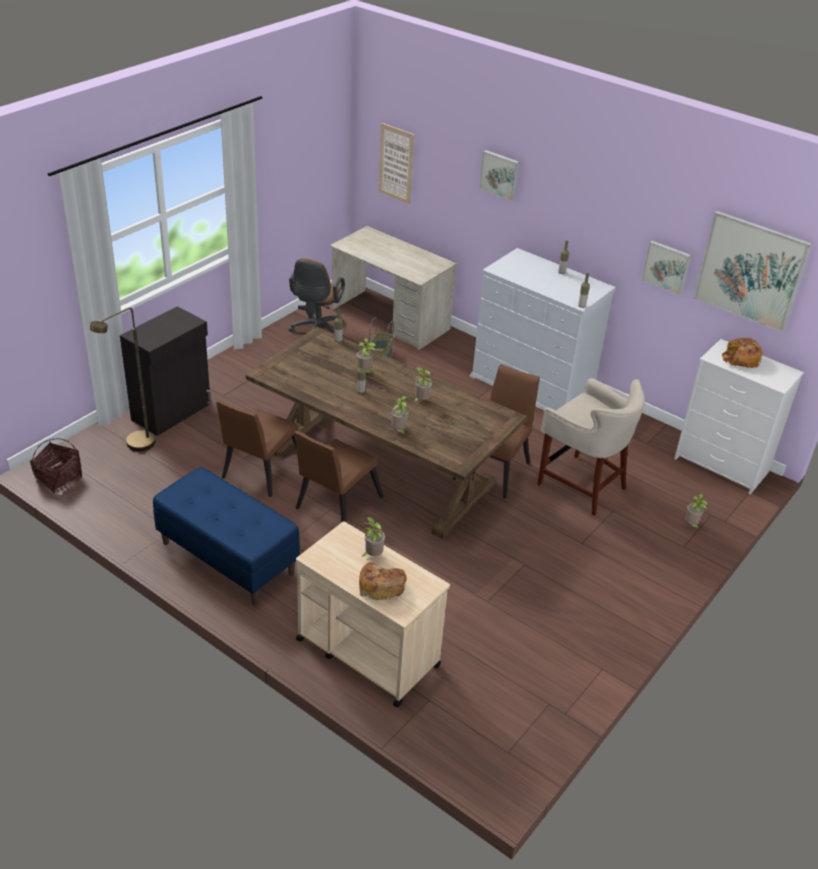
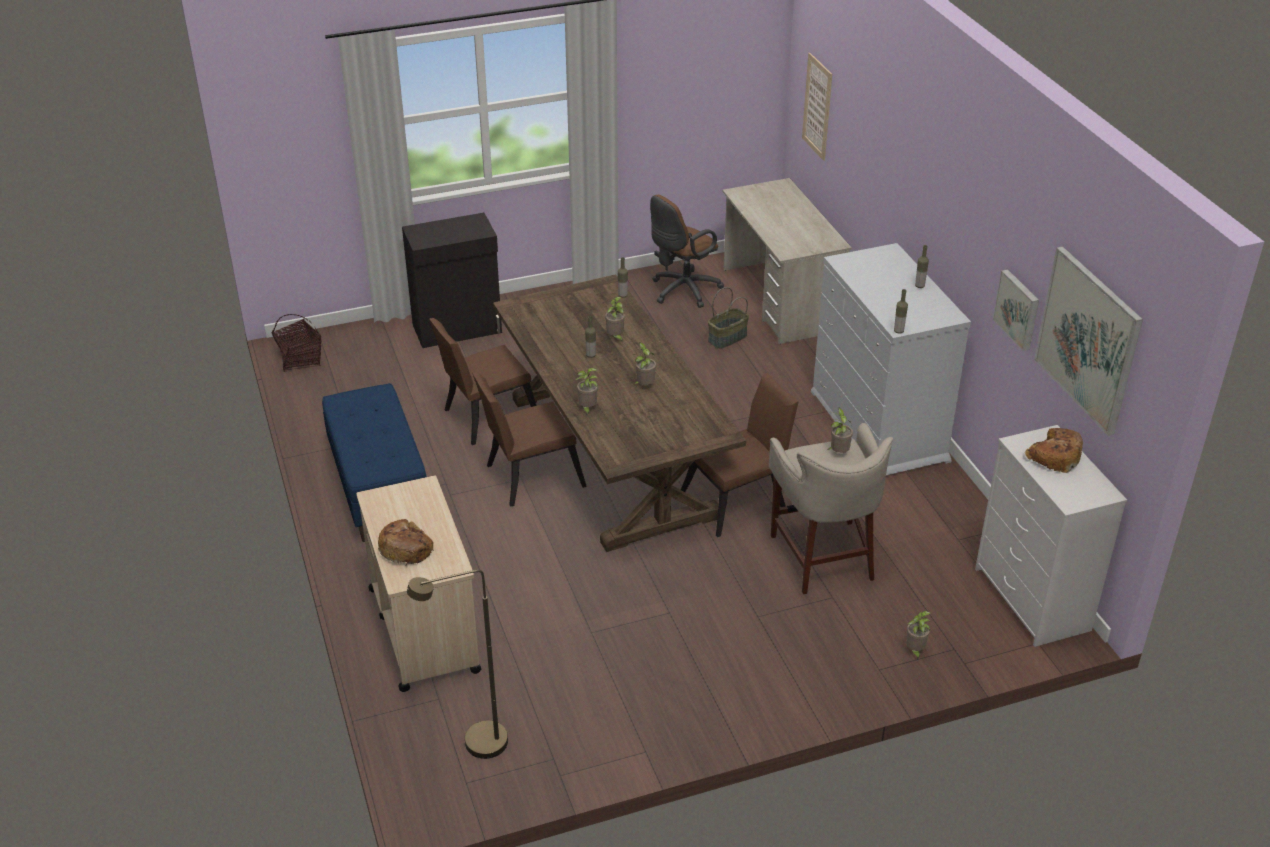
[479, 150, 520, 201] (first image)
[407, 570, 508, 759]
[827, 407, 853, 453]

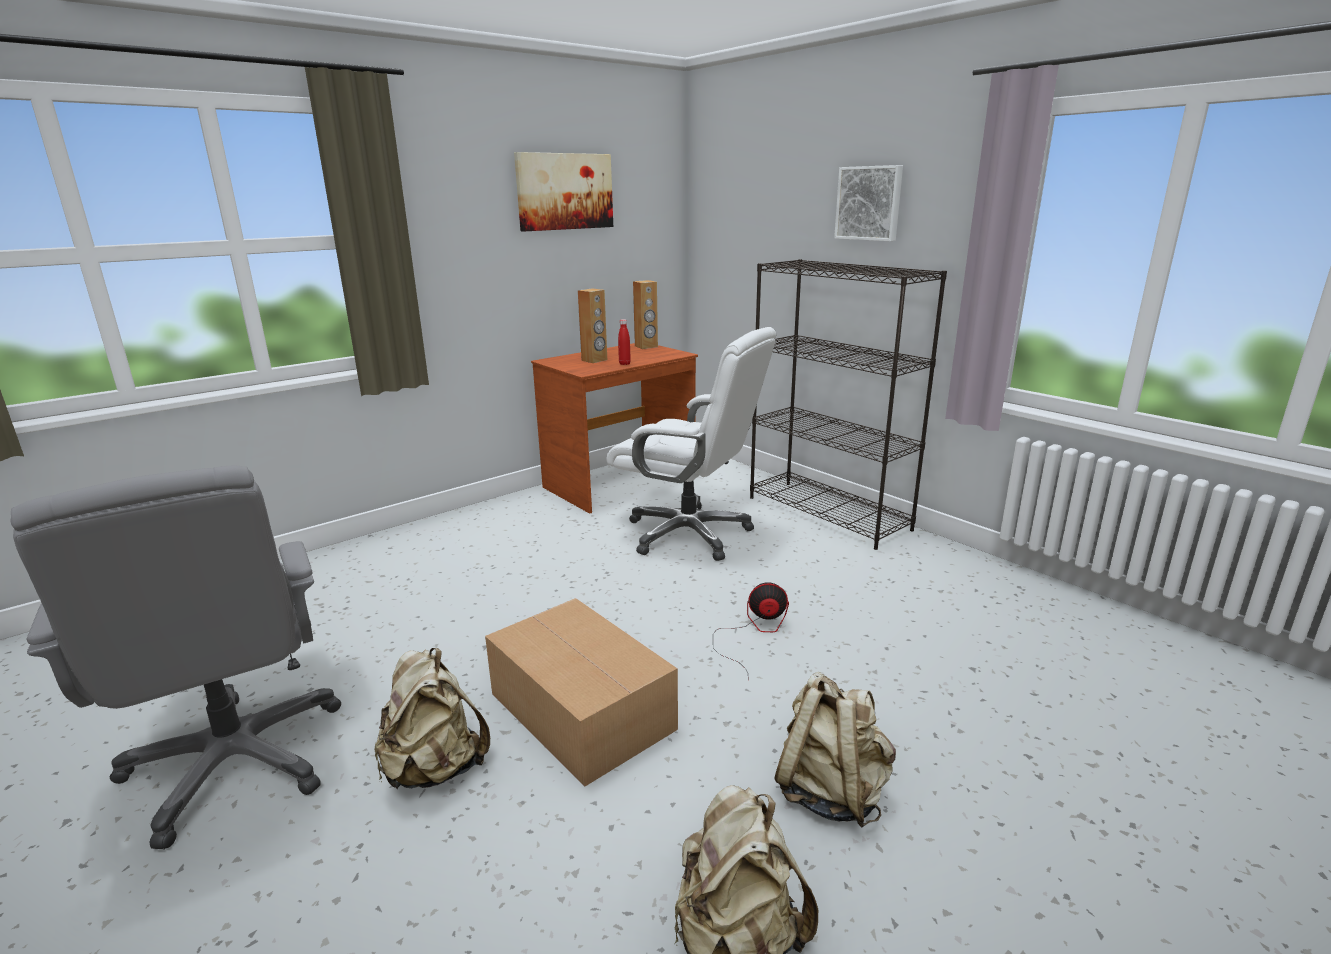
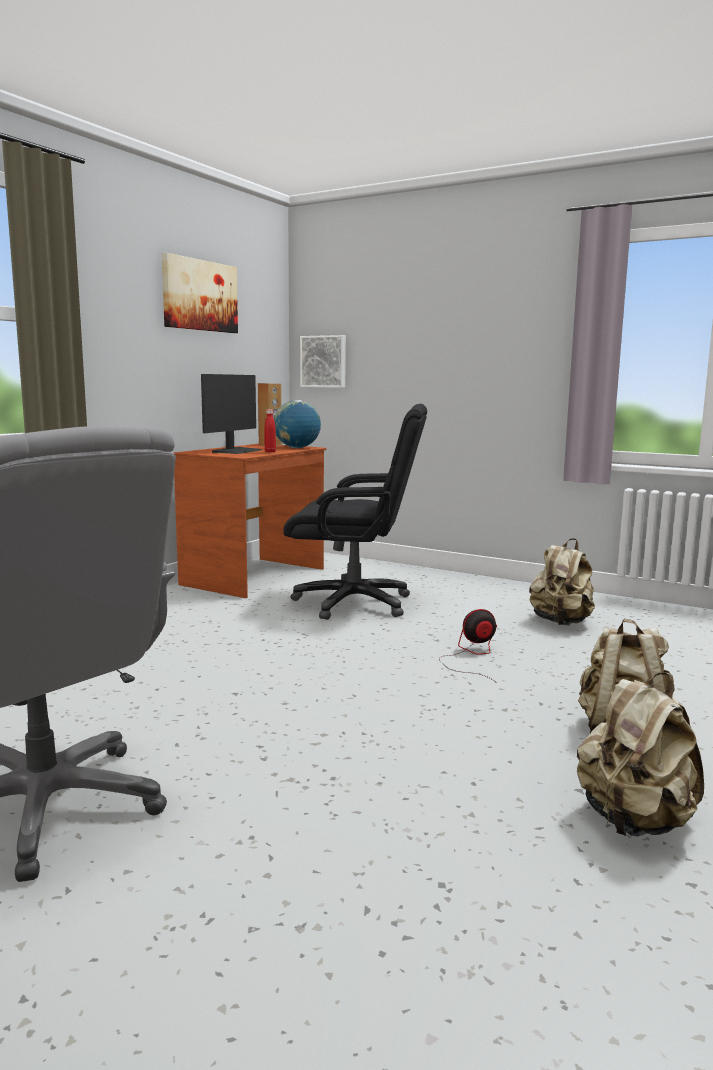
[485, 598, 678, 787] (first image)
[750, 259, 947, 550] (first image)
[274, 400, 321, 448]
[529, 538, 595, 625]
[300, 335, 346, 388]
[201, 374, 261, 454]
[283, 404, 427, 620]

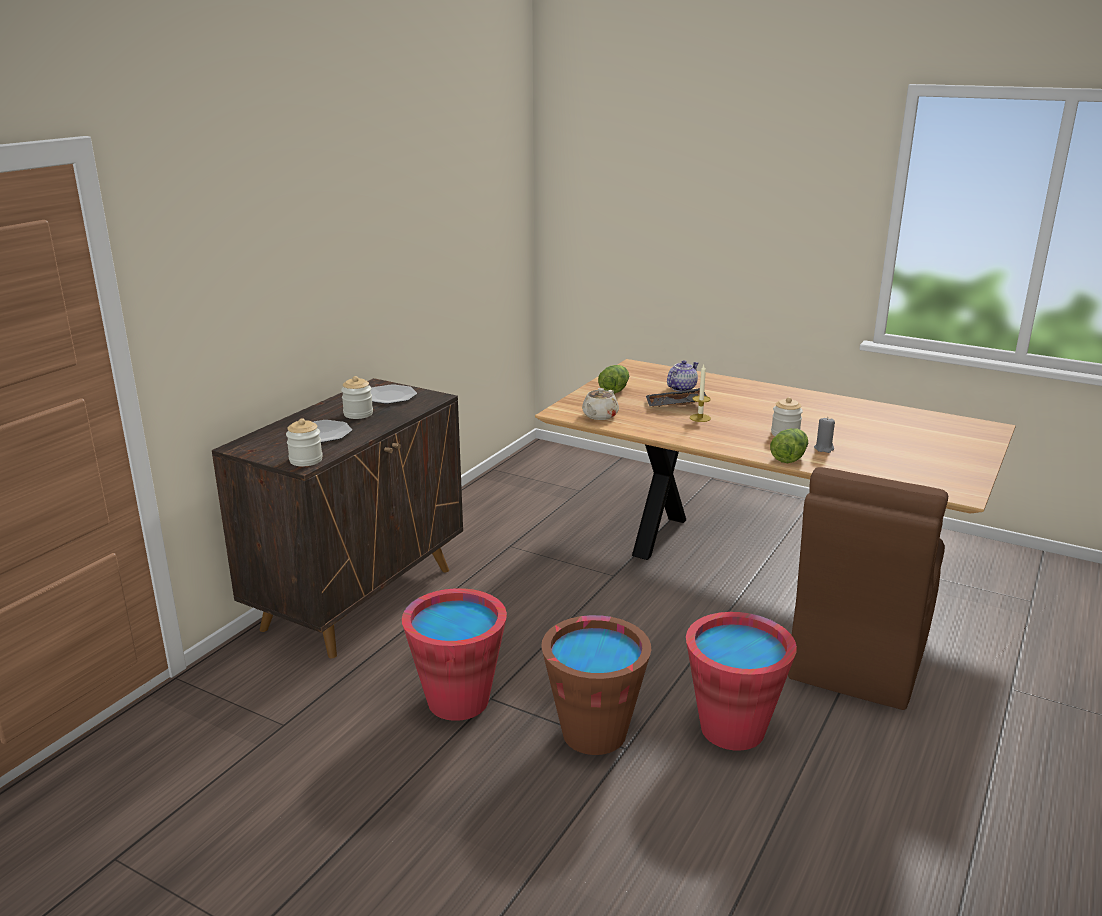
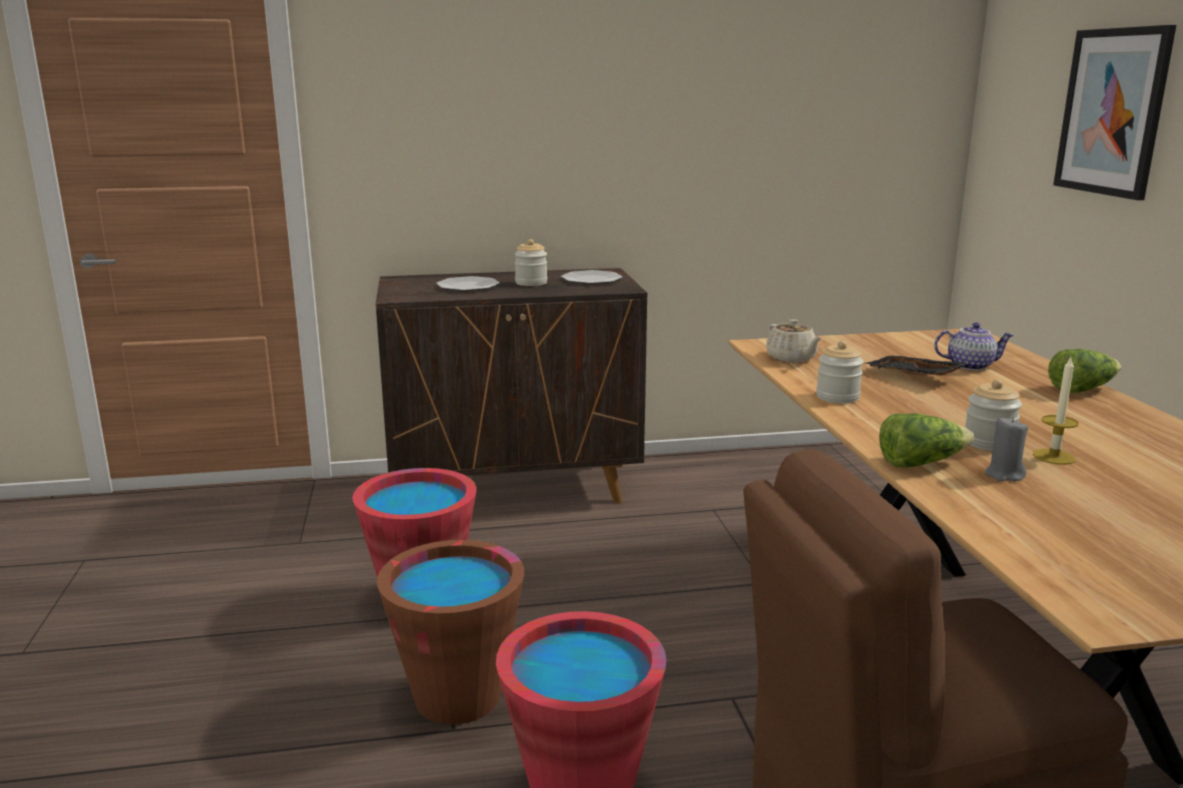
[1053, 25, 1176, 200]
[816, 341, 864, 404]
[1048, 349, 1121, 393]
[1033, 357, 1079, 465]
[766, 319, 822, 363]

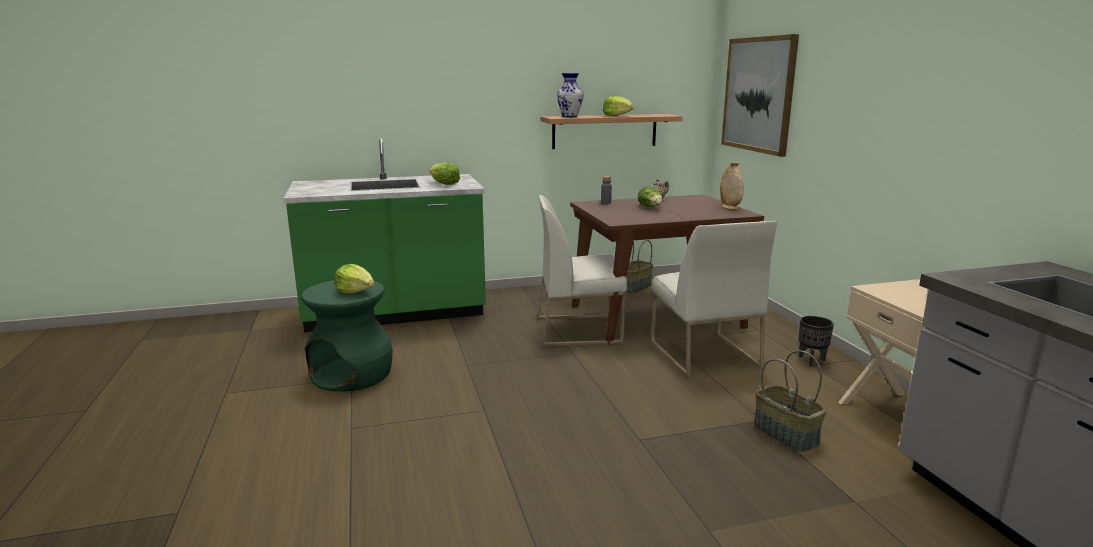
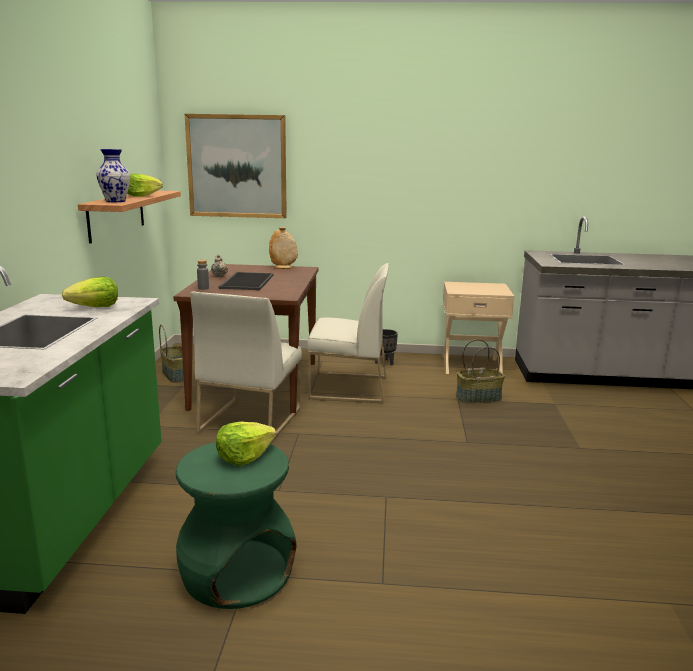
[219, 272, 274, 290]

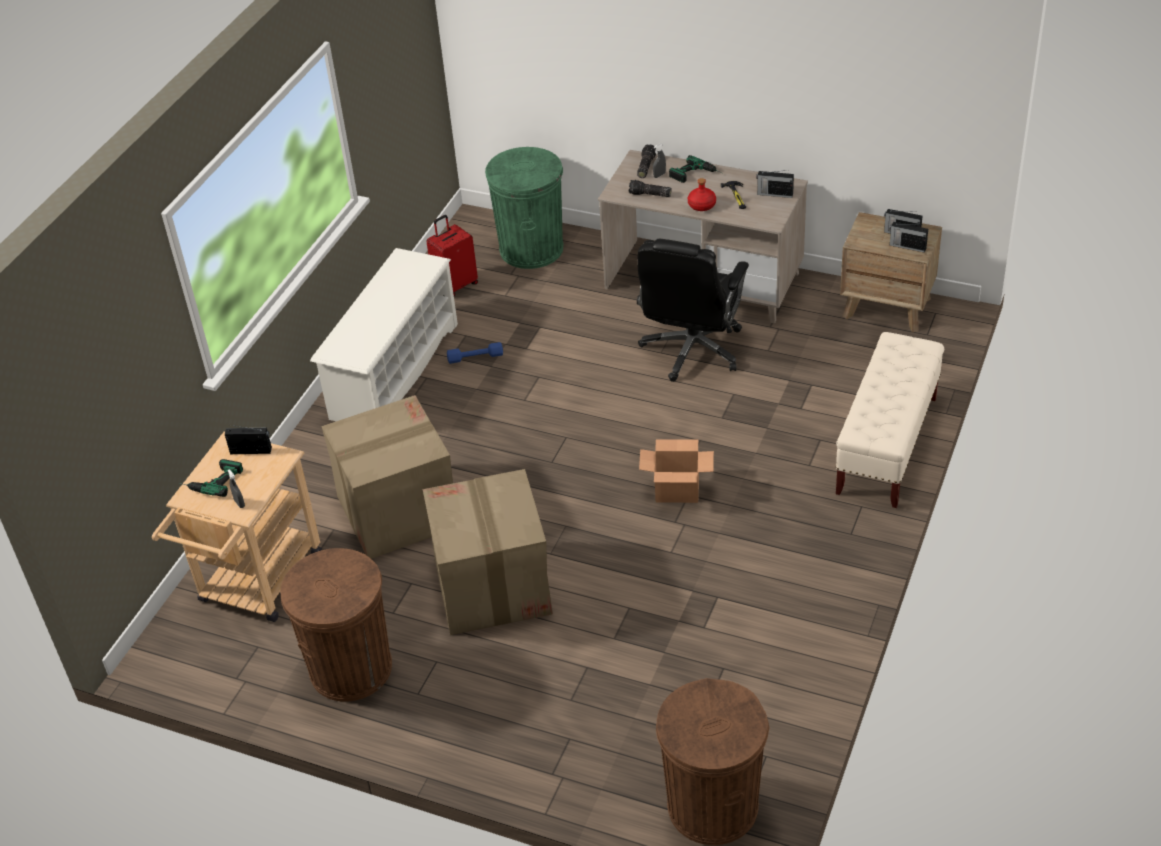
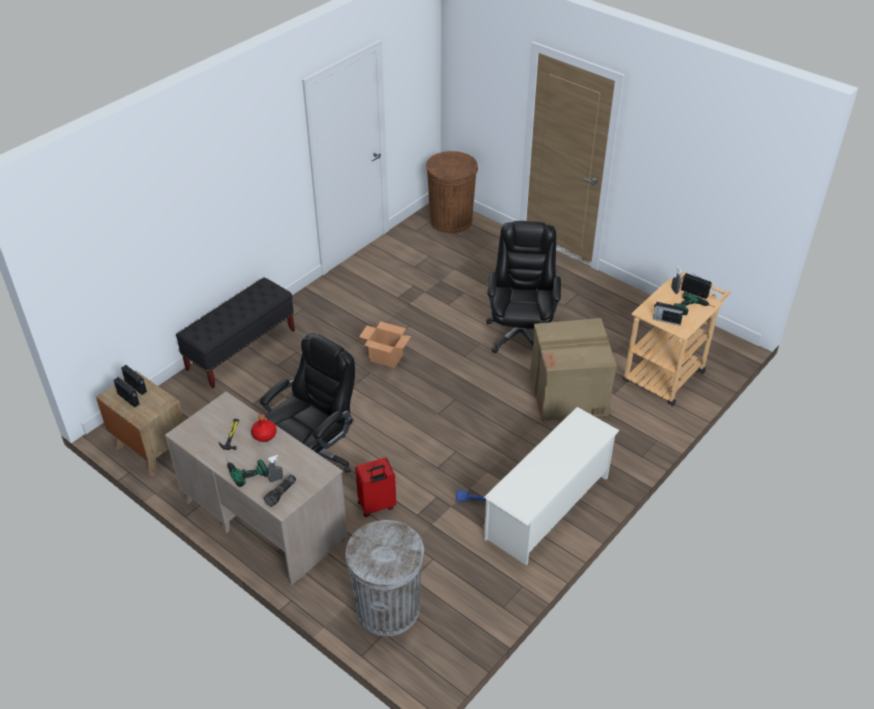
[280, 548, 392, 702] (first image)
[629, 180, 672, 197] (first image)
[355, 457, 396, 517]
[681, 271, 712, 299]
[486, 221, 561, 353]
[345, 520, 424, 636]
[176, 278, 295, 389]

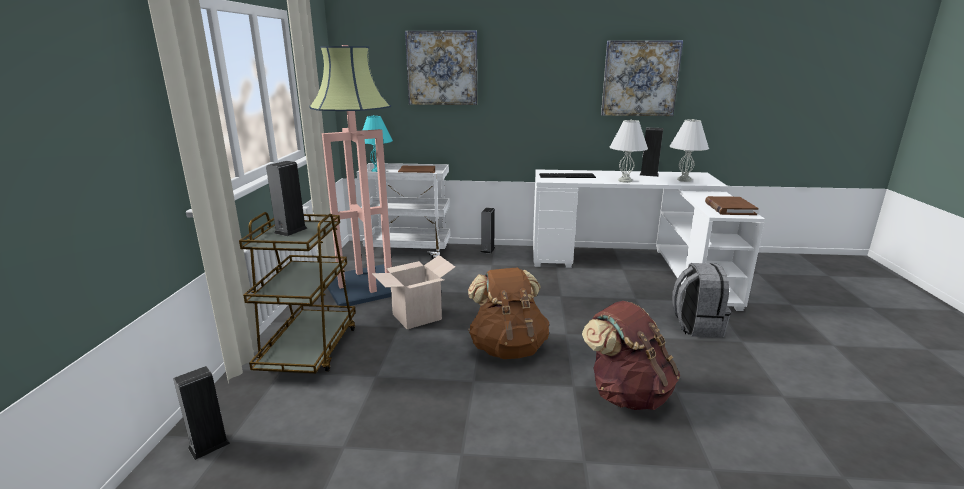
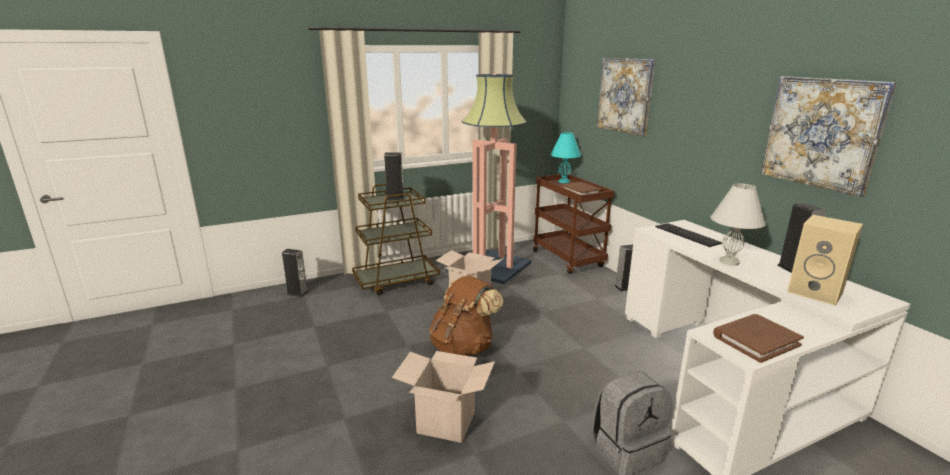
[392, 351, 495, 443]
[787, 215, 863, 306]
[533, 173, 614, 274]

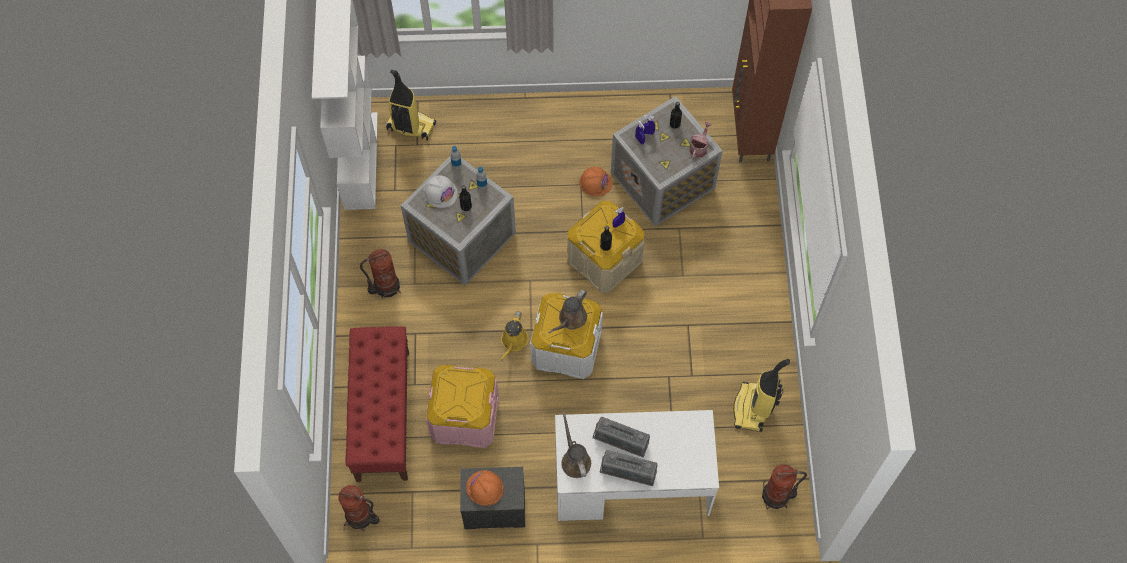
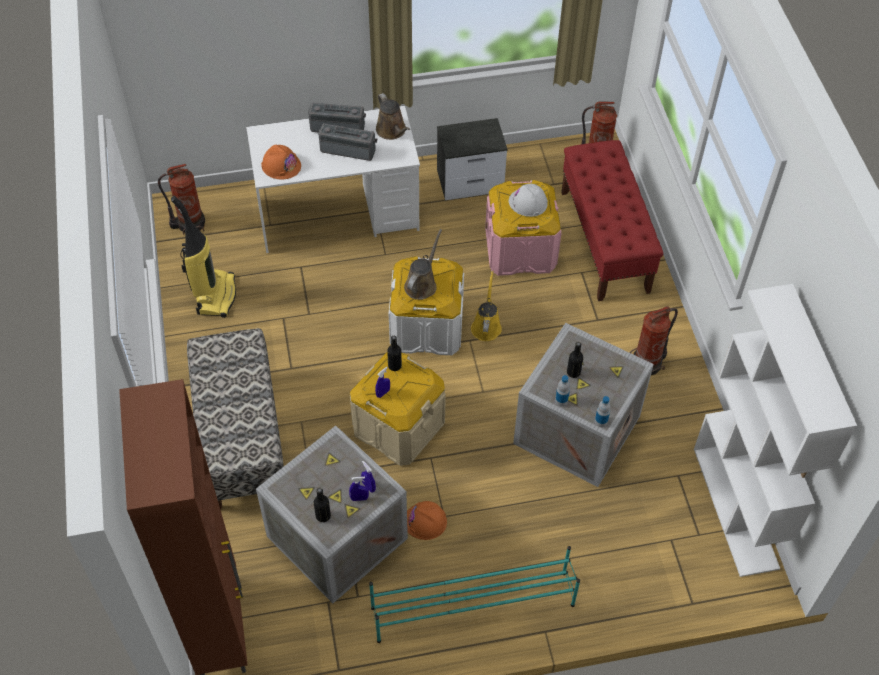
[386, 70, 436, 141] (first image)
[690, 122, 712, 159] (first image)
[187, 328, 284, 510]
[369, 546, 580, 643]
[509, 184, 548, 217]
[261, 145, 301, 180]

